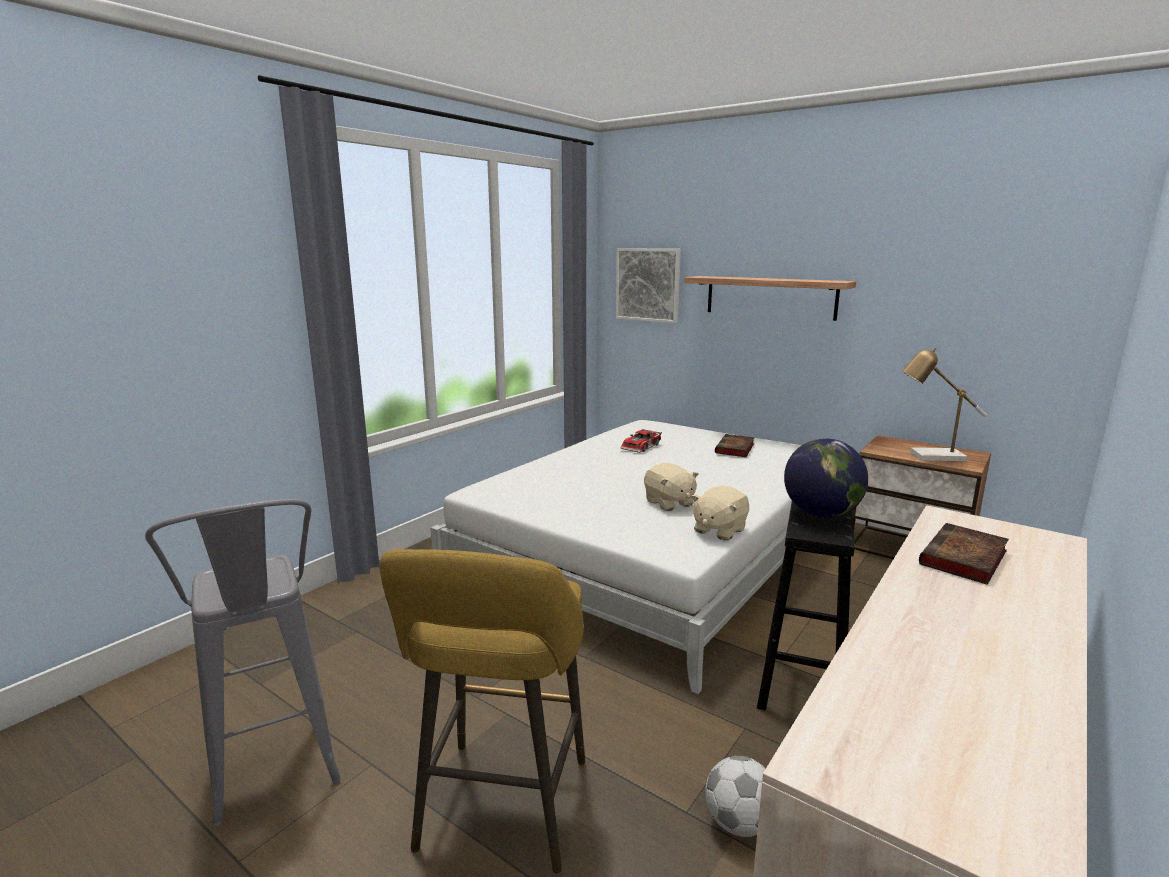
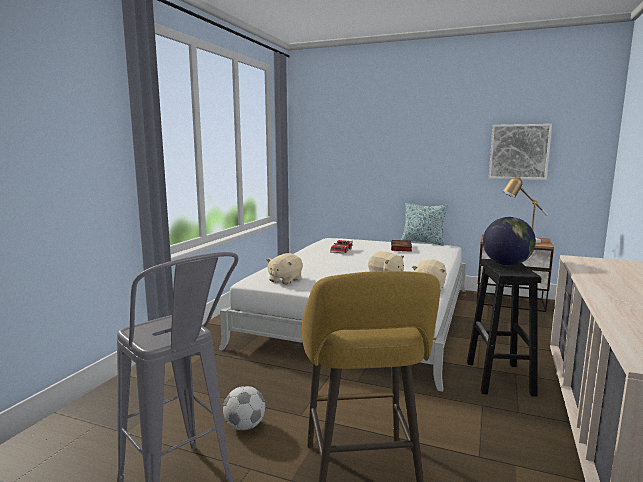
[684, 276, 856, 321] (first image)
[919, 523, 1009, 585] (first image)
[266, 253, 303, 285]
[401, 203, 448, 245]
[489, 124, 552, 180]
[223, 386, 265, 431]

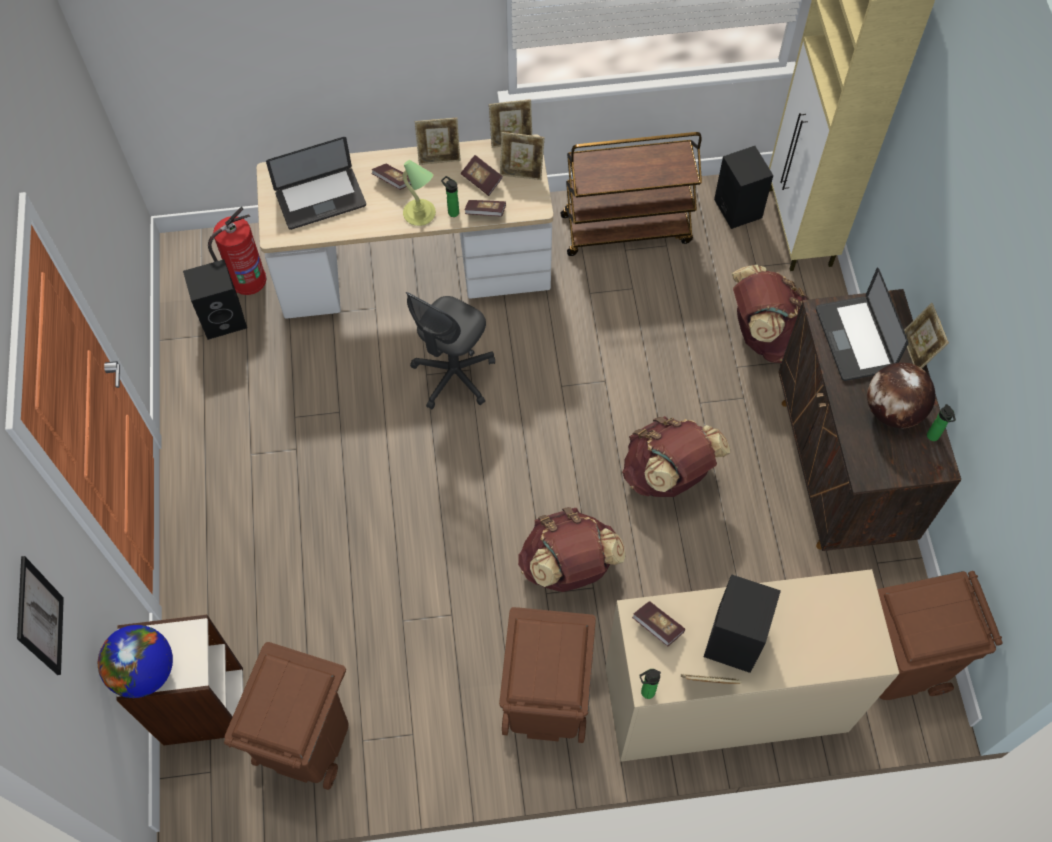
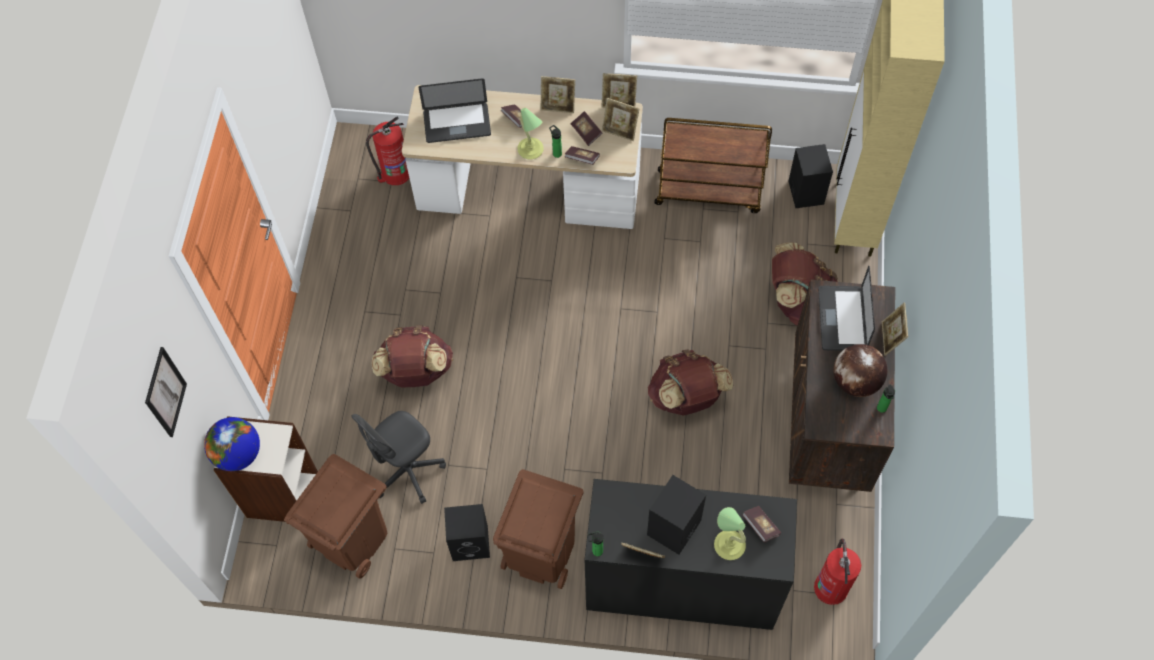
[714, 507, 746, 560]
[444, 504, 490, 561]
[351, 411, 446, 504]
[372, 325, 453, 388]
[742, 506, 781, 543]
[814, 538, 861, 605]
[585, 479, 797, 630]

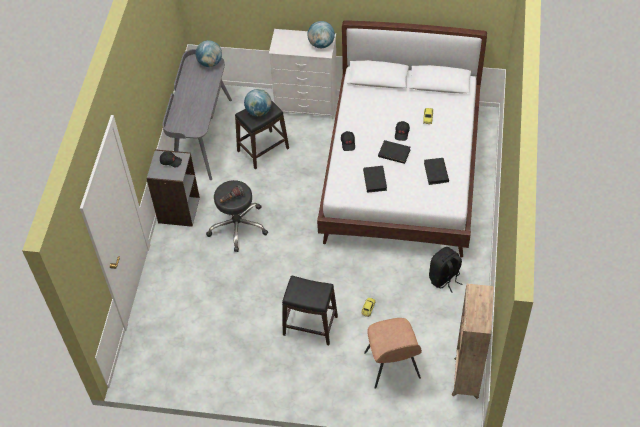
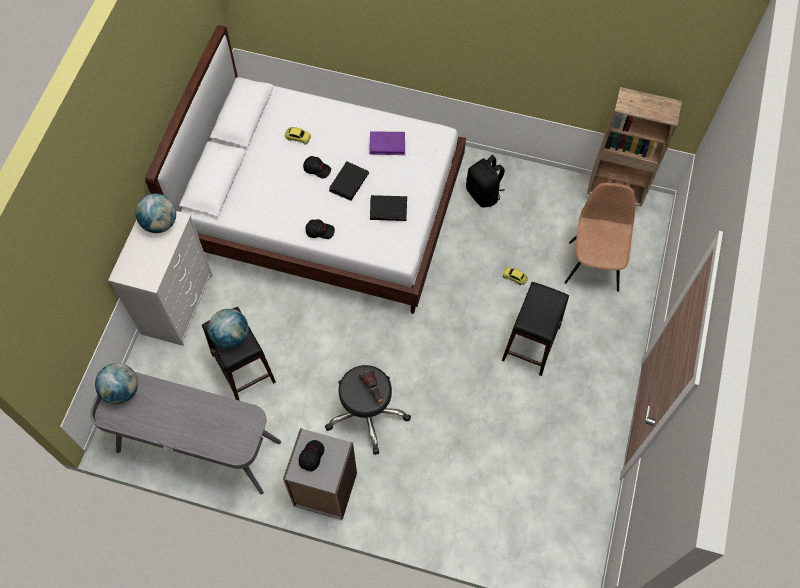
[369, 131, 405, 155]
[565, 183, 635, 292]

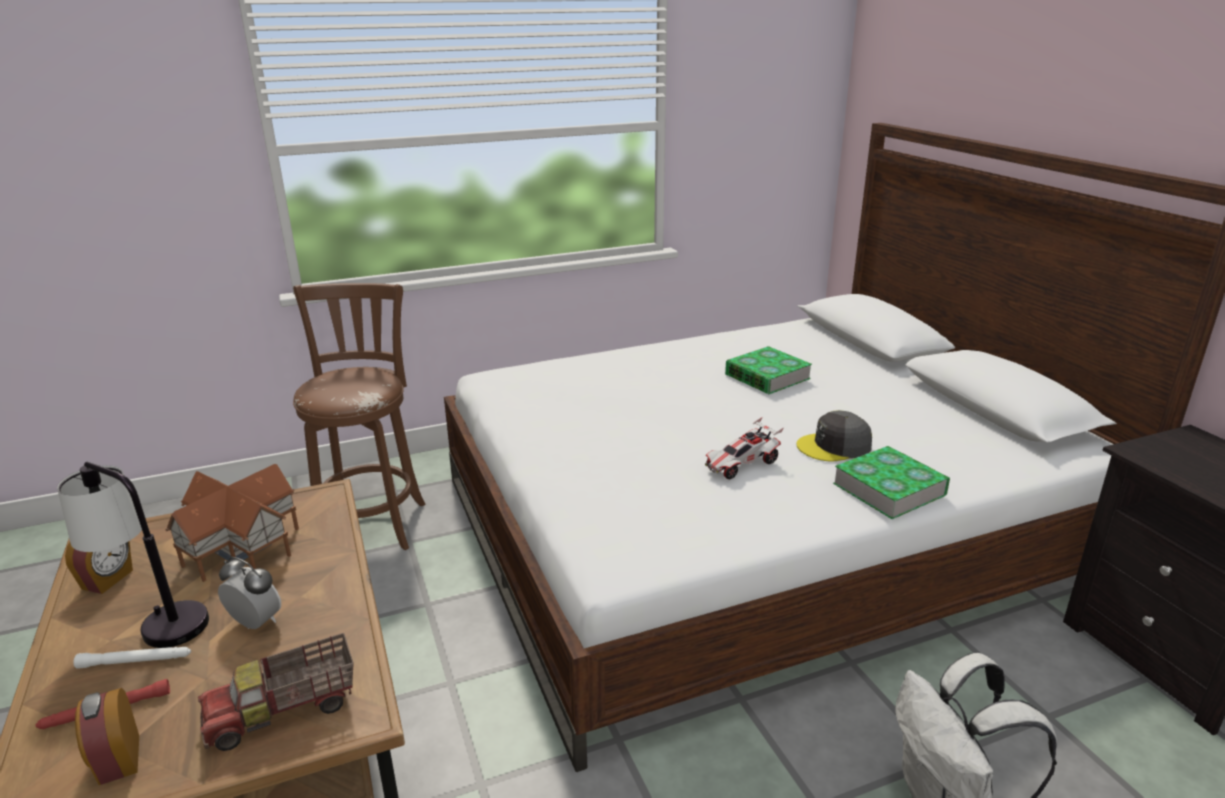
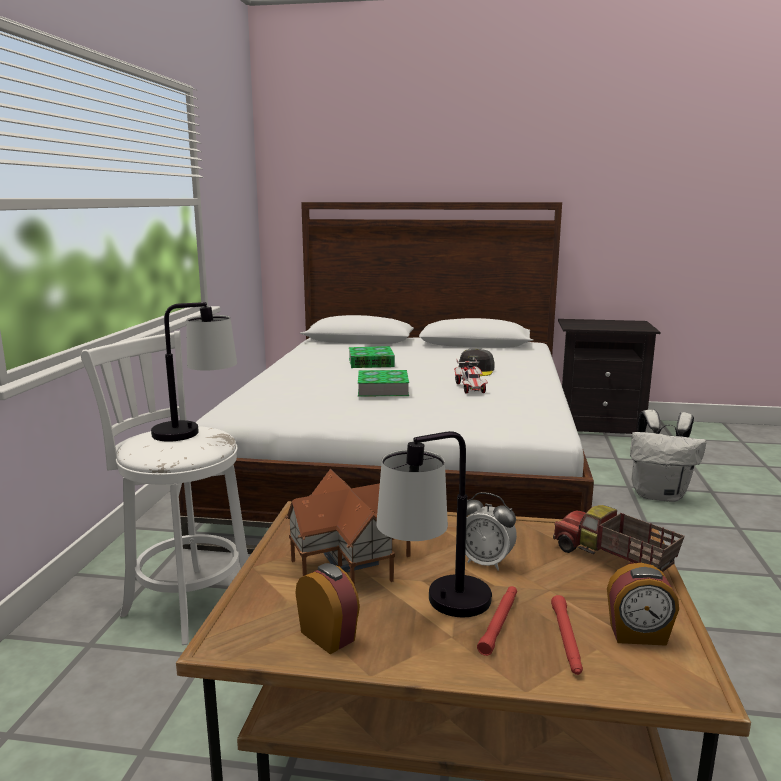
[151, 302, 237, 442]
[358, 370, 409, 396]
[477, 586, 517, 656]
[81, 331, 249, 645]
[553, 505, 685, 572]
[465, 492, 517, 571]

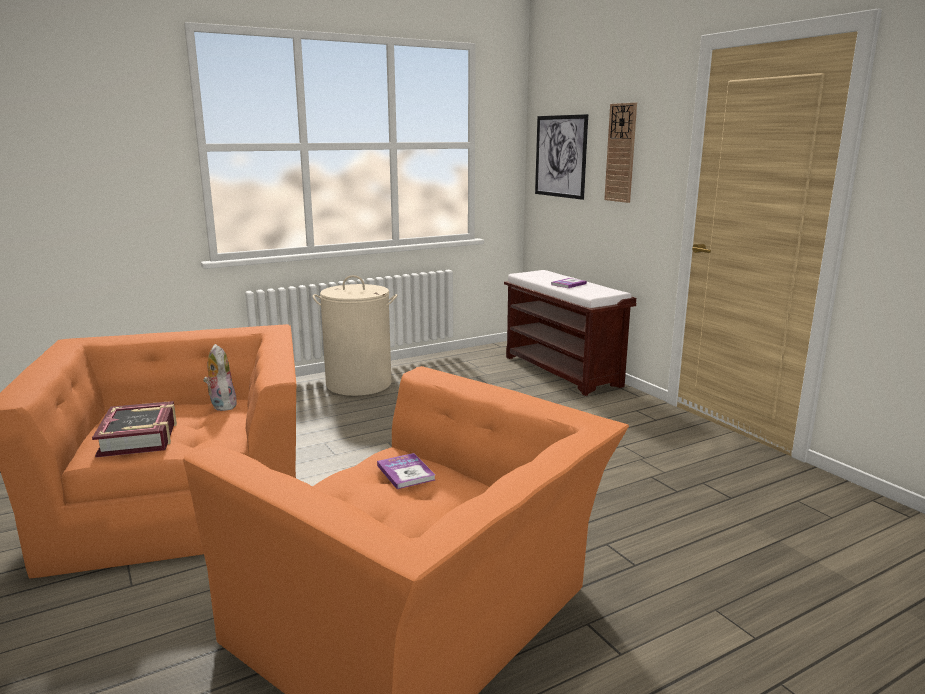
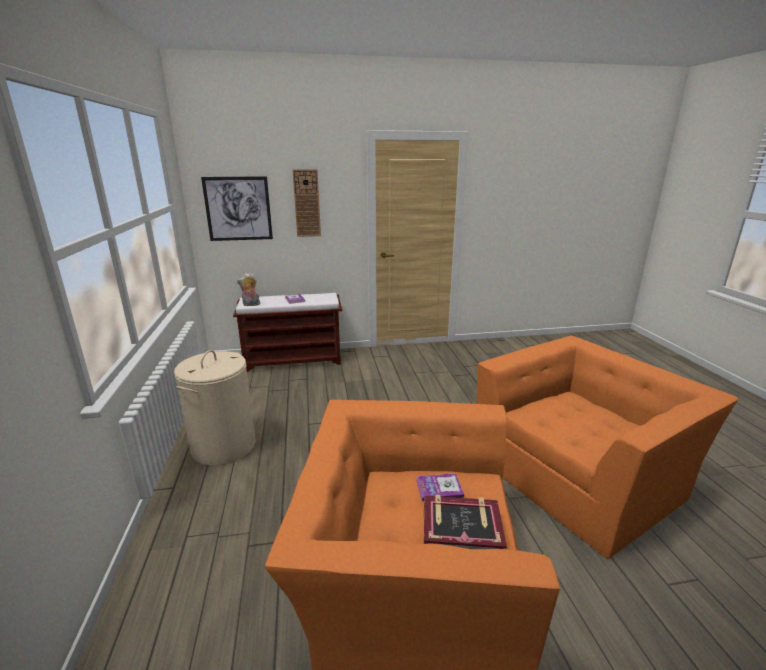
[237, 273, 260, 306]
[416, 473, 464, 501]

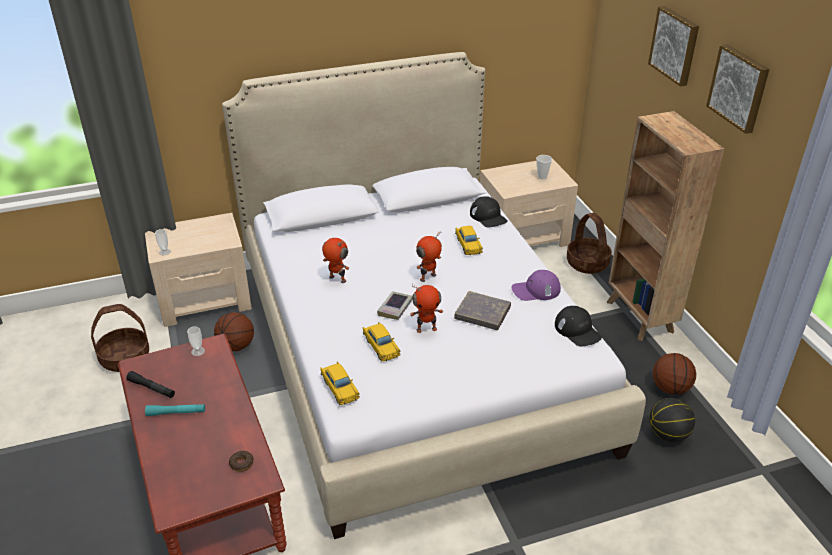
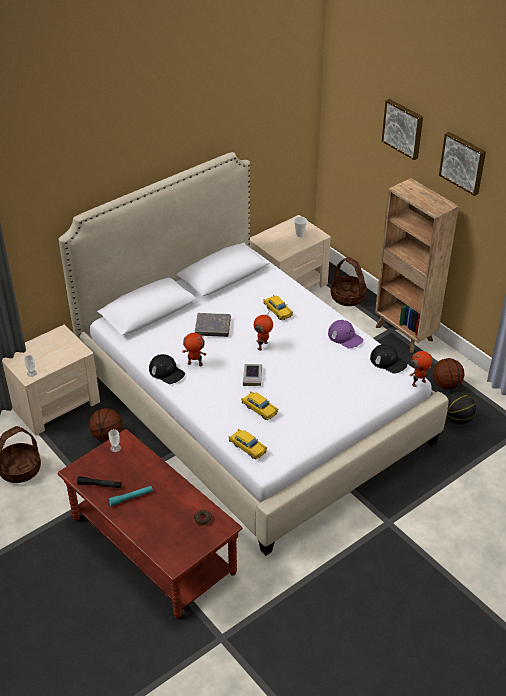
[410, 351, 433, 387]
[195, 313, 231, 337]
[149, 354, 185, 384]
[328, 320, 364, 349]

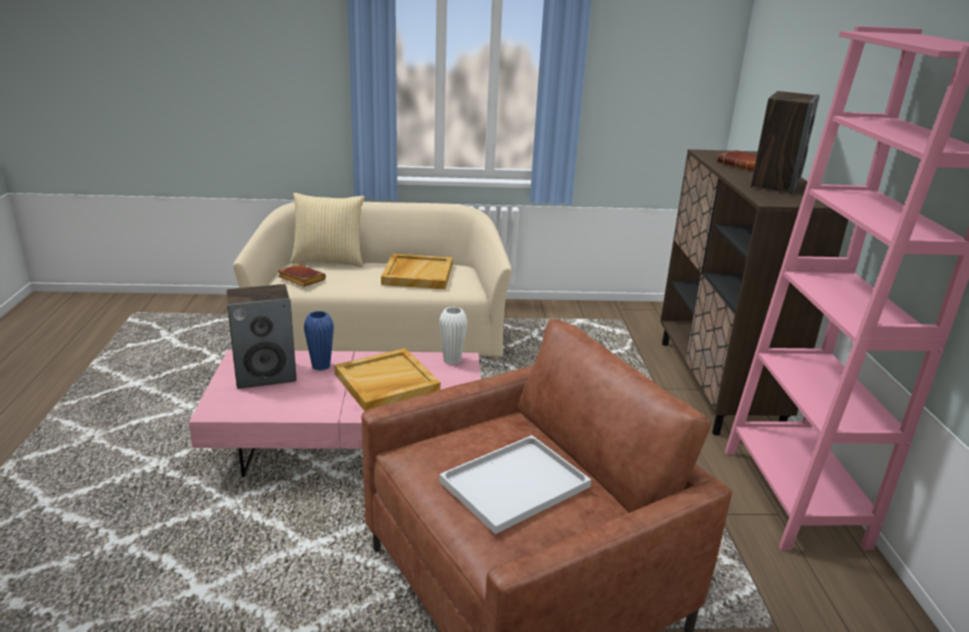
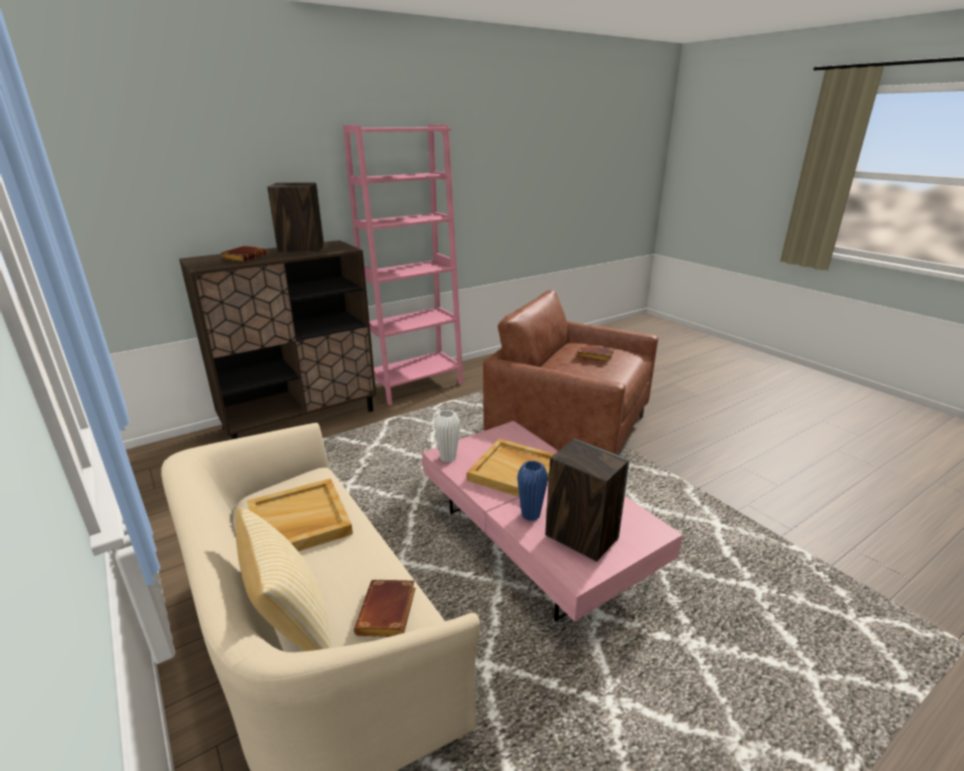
[576, 345, 614, 362]

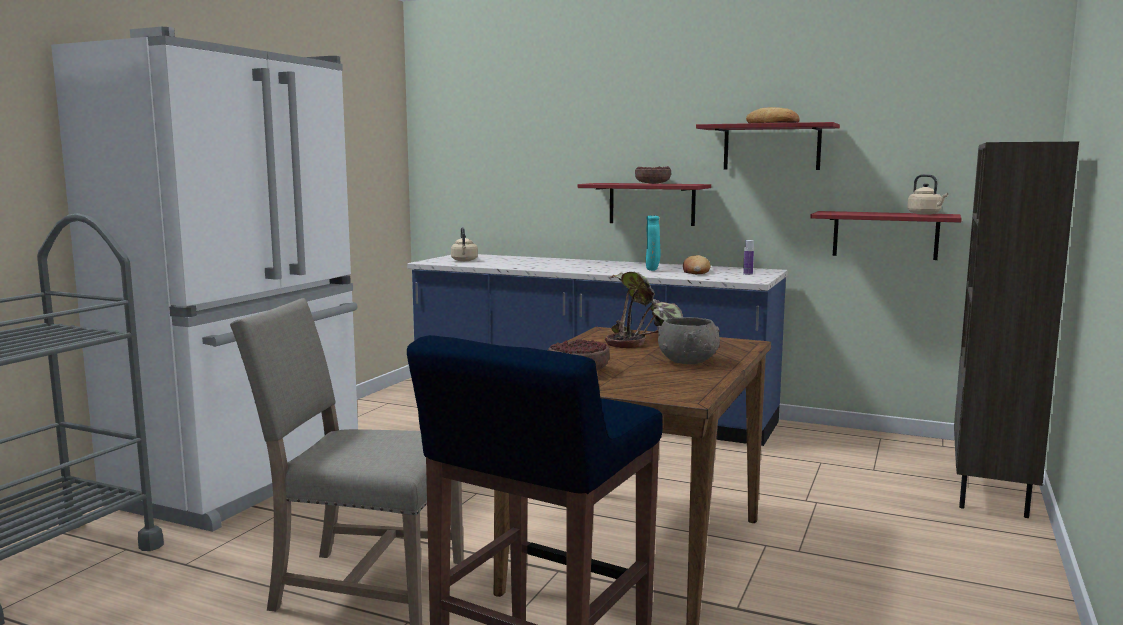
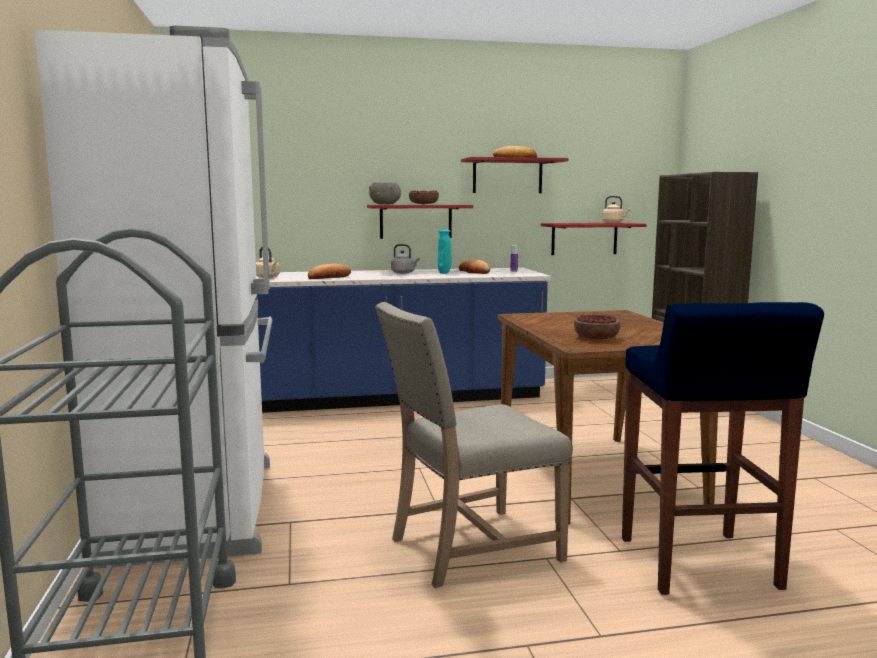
[605, 272, 683, 348] (first image)
[308, 264, 351, 279]
[391, 244, 420, 274]
[369, 182, 401, 205]

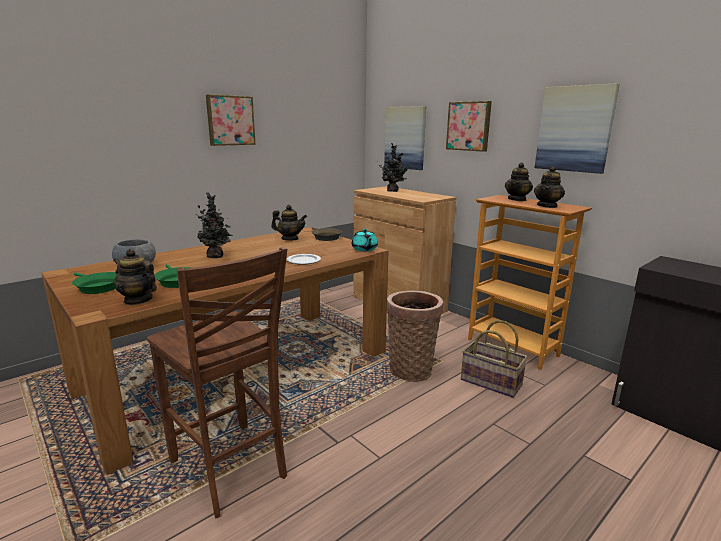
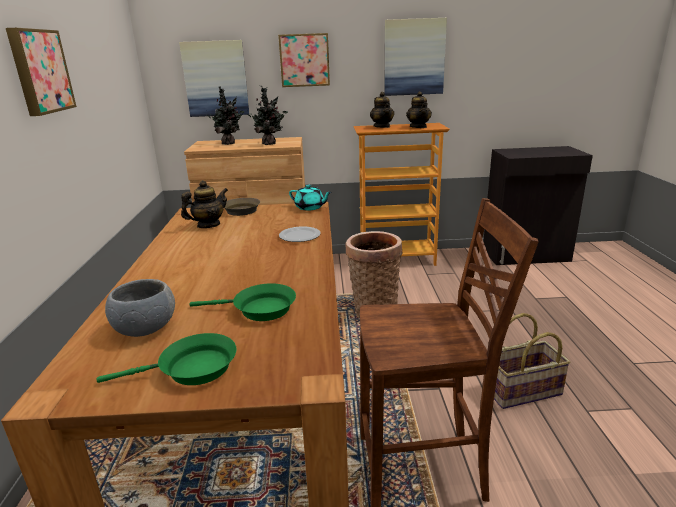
[113, 249, 157, 305] (first image)
[246, 86, 288, 145]
[494, 313, 570, 409]

